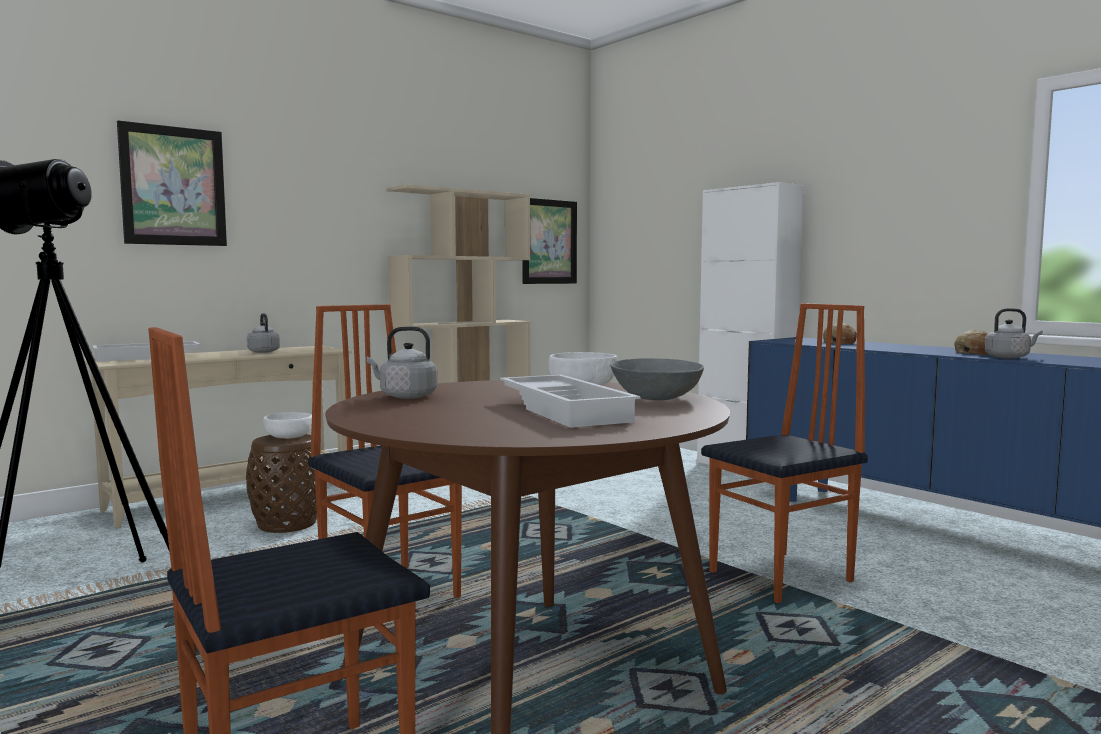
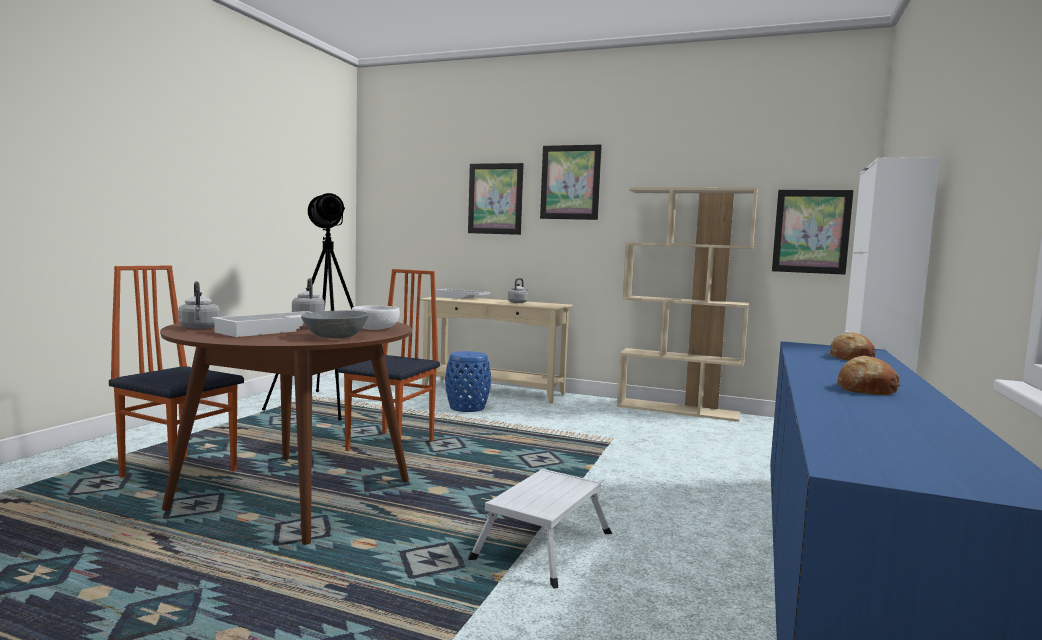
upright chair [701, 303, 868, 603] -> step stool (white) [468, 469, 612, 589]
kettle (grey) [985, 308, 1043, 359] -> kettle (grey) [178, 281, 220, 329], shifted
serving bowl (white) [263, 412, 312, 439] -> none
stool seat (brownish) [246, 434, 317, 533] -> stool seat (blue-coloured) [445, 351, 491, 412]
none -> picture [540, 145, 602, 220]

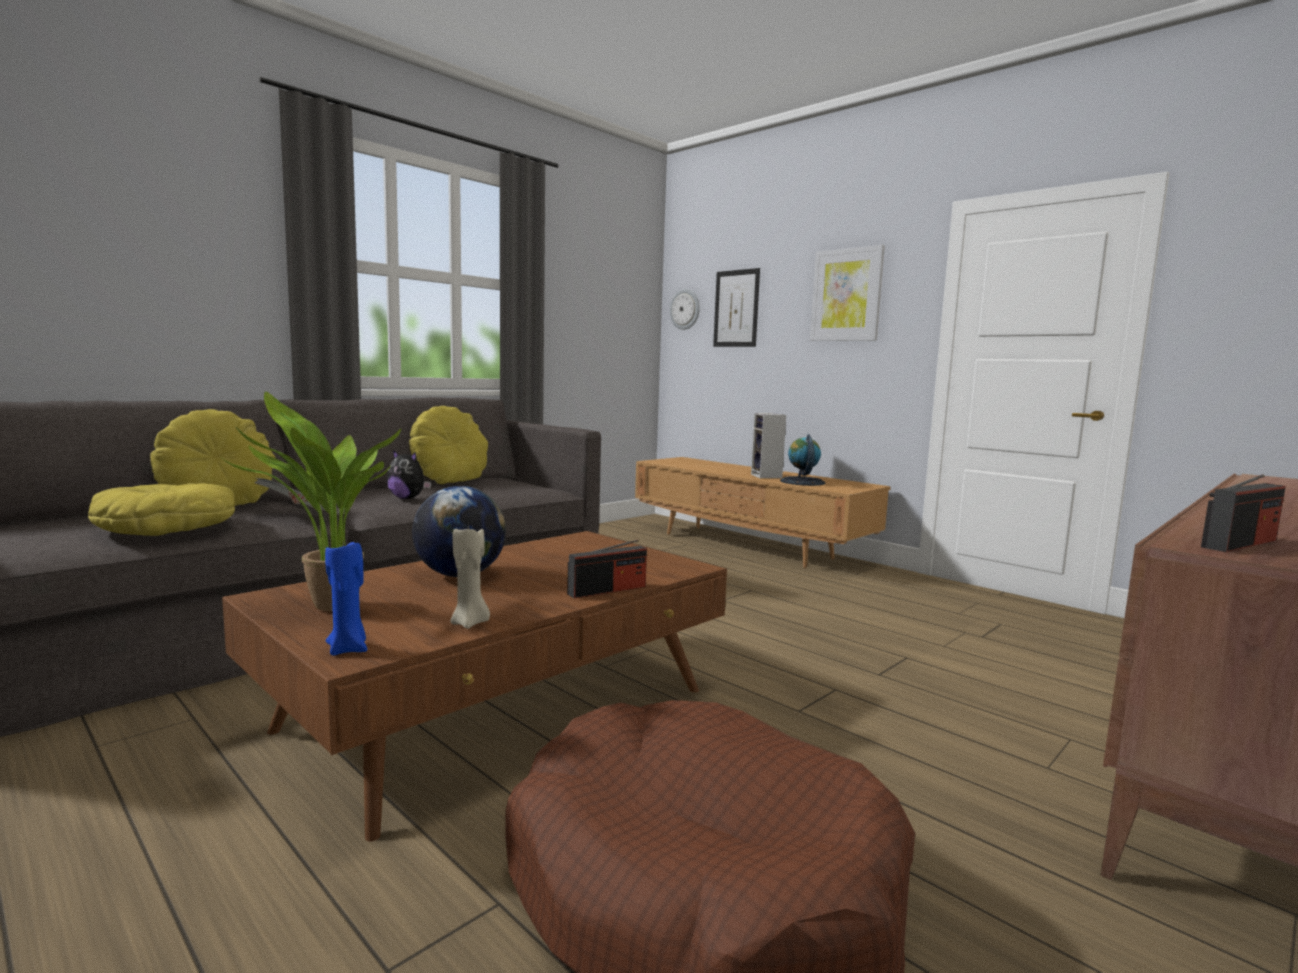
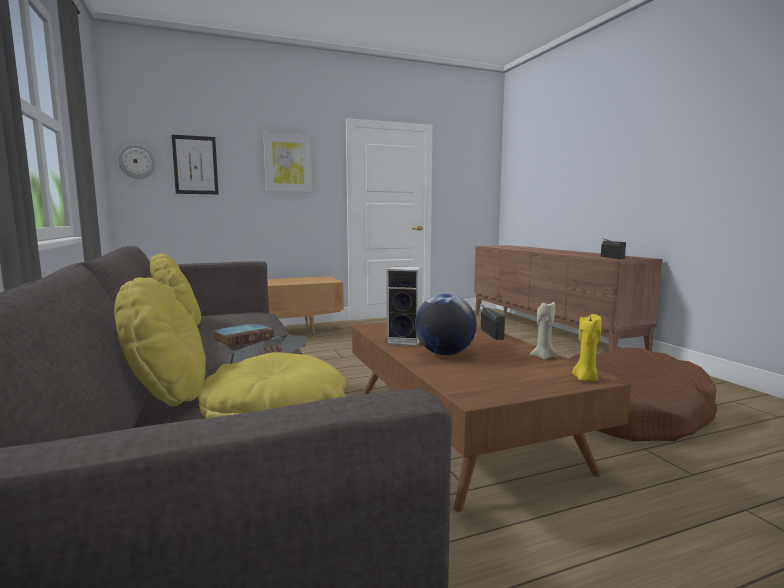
plant in a pot [223, 392, 401, 611] -> none
speaker [751, 413, 786, 478] -> speaker [387, 266, 422, 346], shifted
desk globe [780, 434, 825, 486] -> none
soft toy [387, 450, 431, 499] -> volume [213, 323, 274, 347]
wax light (blue-coloured) [325, 540, 367, 655] -> wax light (yellow) [572, 314, 601, 382]

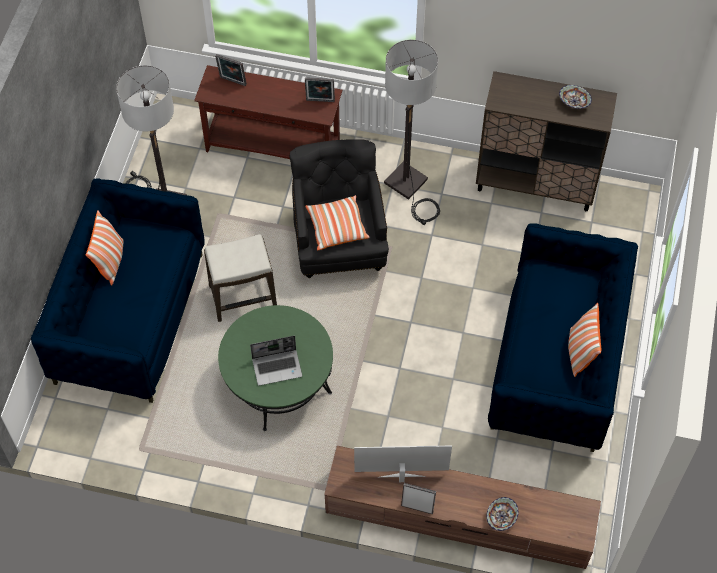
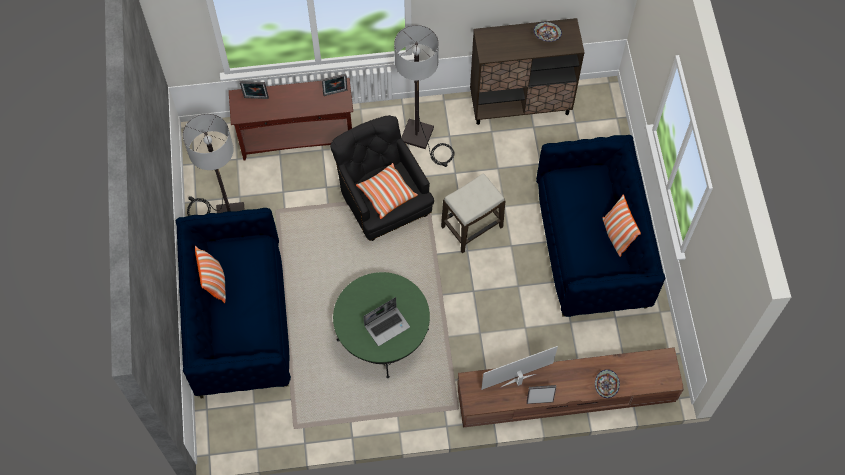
stool seat [204, 234, 277, 322] -> stool seat [441, 173, 505, 253], shifted

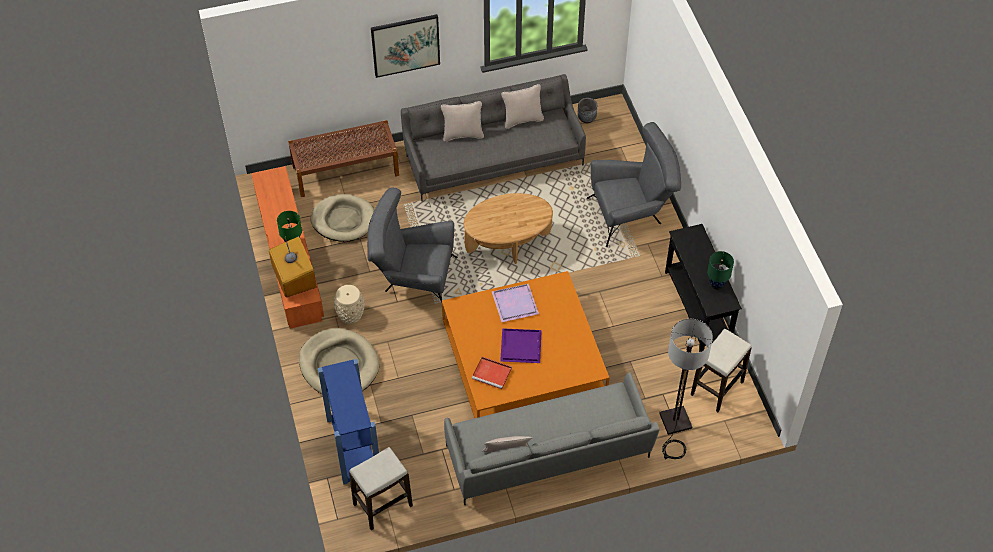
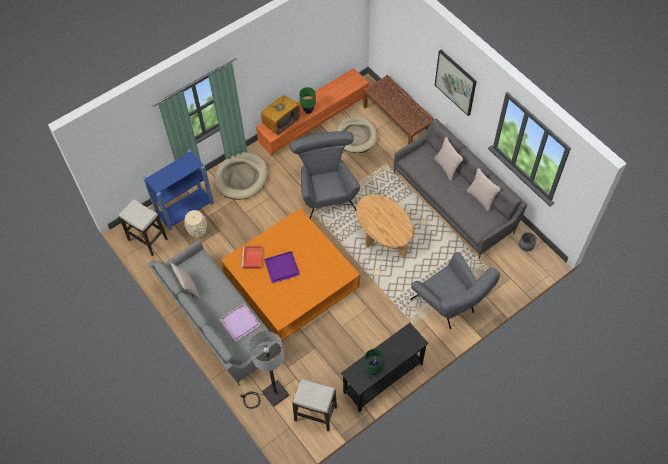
carrying tray (purple-coloured) [492, 283, 539, 322] -> carrying tray (purple-coloured) [219, 303, 261, 342], shifted
stool seat (sand-coloured) [334, 285, 364, 324] -> stool seat (sand-coloured) [184, 210, 207, 238], shifted

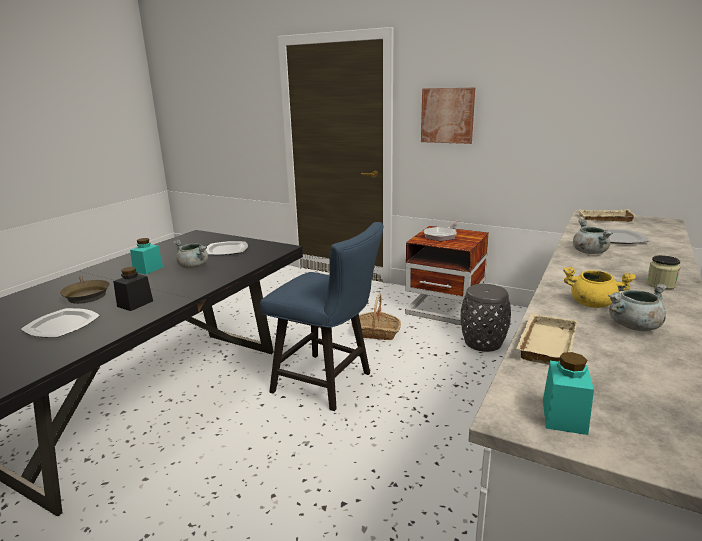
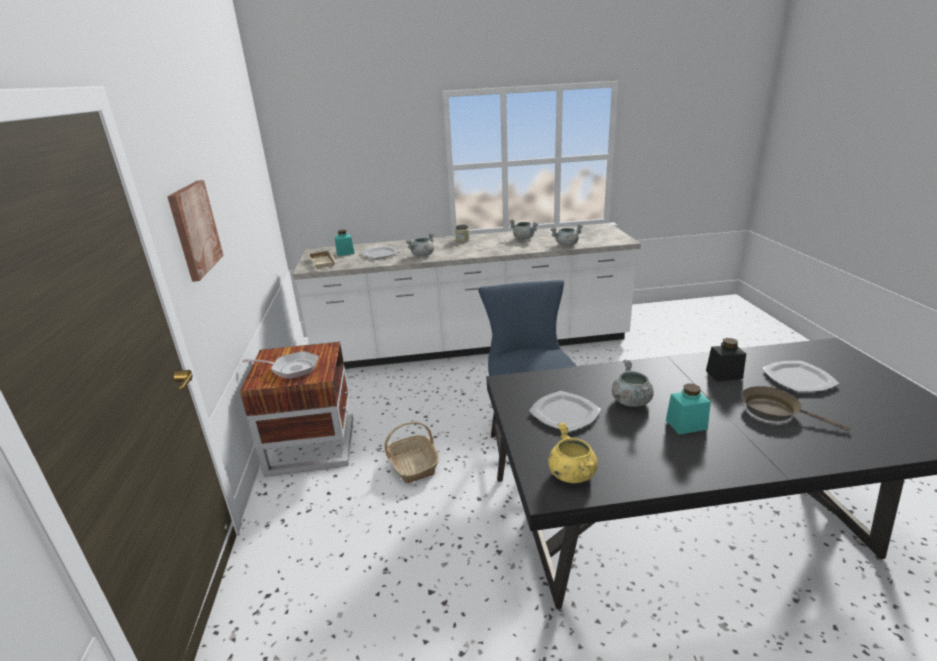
stockpot (yellow) [563, 267, 636, 308] -> stockpot (yellow) [548, 423, 598, 483], shifted
pan (brownish) [60, 276, 110, 304] -> pan (brownish) [741, 386, 850, 431], 75 degrees counterclockwise
stool seat (grey) [460, 284, 511, 352] -> none
carrying tray (sand-coloured) [516, 314, 577, 365] -> stockpot (grey) [551, 224, 583, 246]
preserve jar (turquoise) [543, 352, 594, 435] -> preserve jar (turquoise) [335, 230, 355, 256], shifted

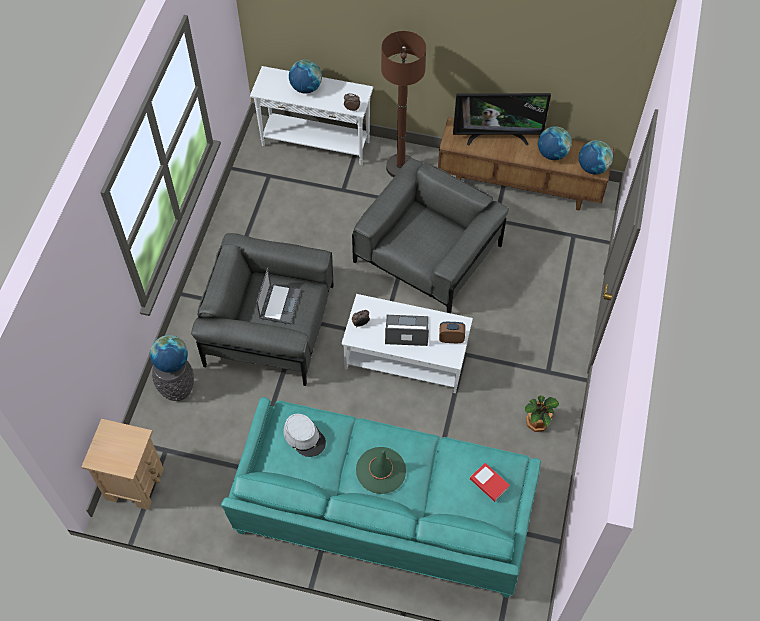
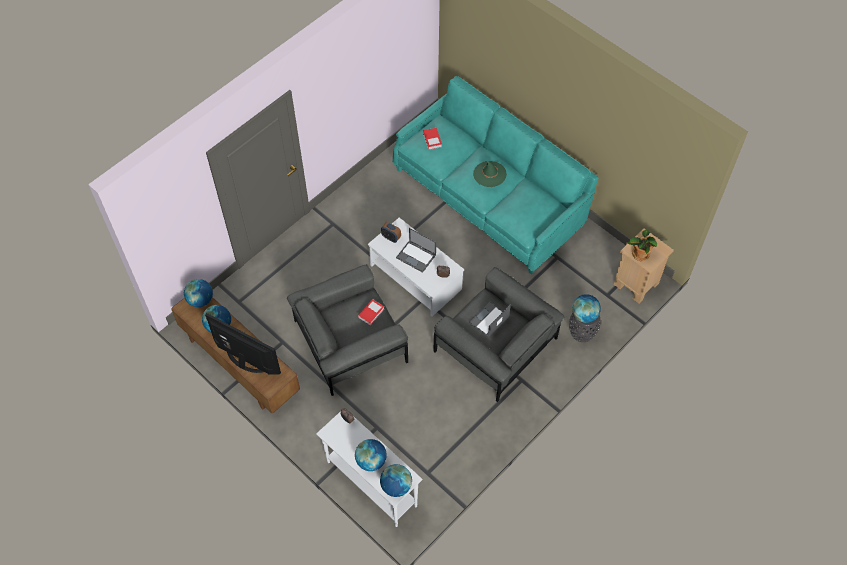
floor lamp (brownish) [381, 31, 426, 177] -> none
plant in a pot [525, 396, 559, 432] -> plant in a pot [627, 230, 657, 262], shifted
wearable hat (grey) [283, 414, 326, 457] -> none
none -> volume [358, 299, 384, 325]
none -> desk globe [380, 464, 412, 497]

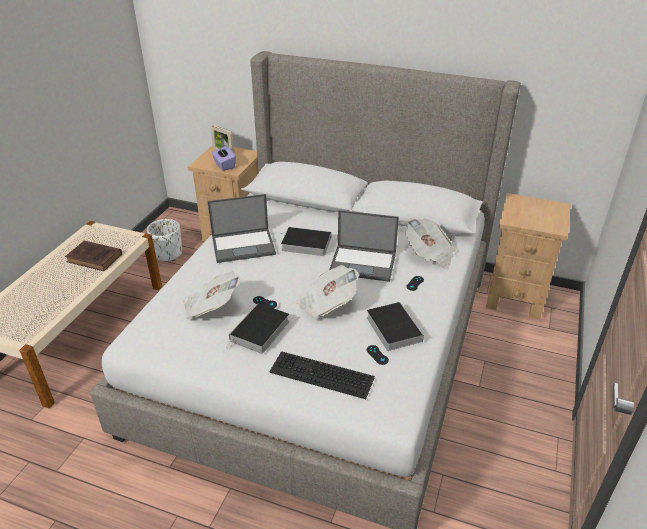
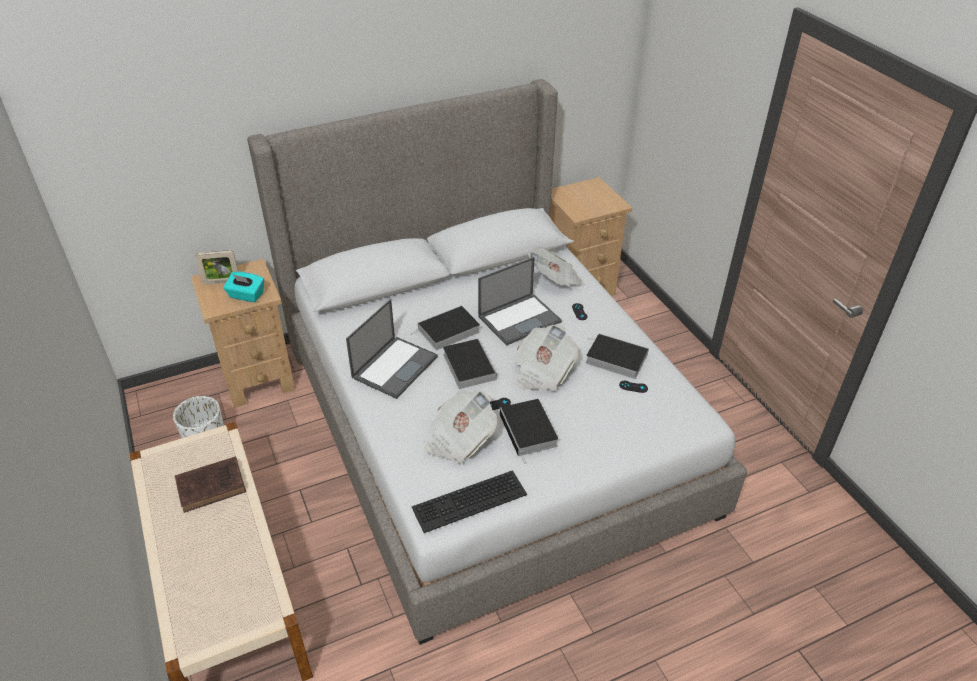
tissue holder (purple-coloured) [212, 145, 236, 171] -> tissue holder (turquoise) [223, 271, 264, 302]
PC keyboard [269, 351, 375, 399] -> PC keyboard [412, 470, 527, 533], shifted
none -> volume [443, 339, 496, 389]

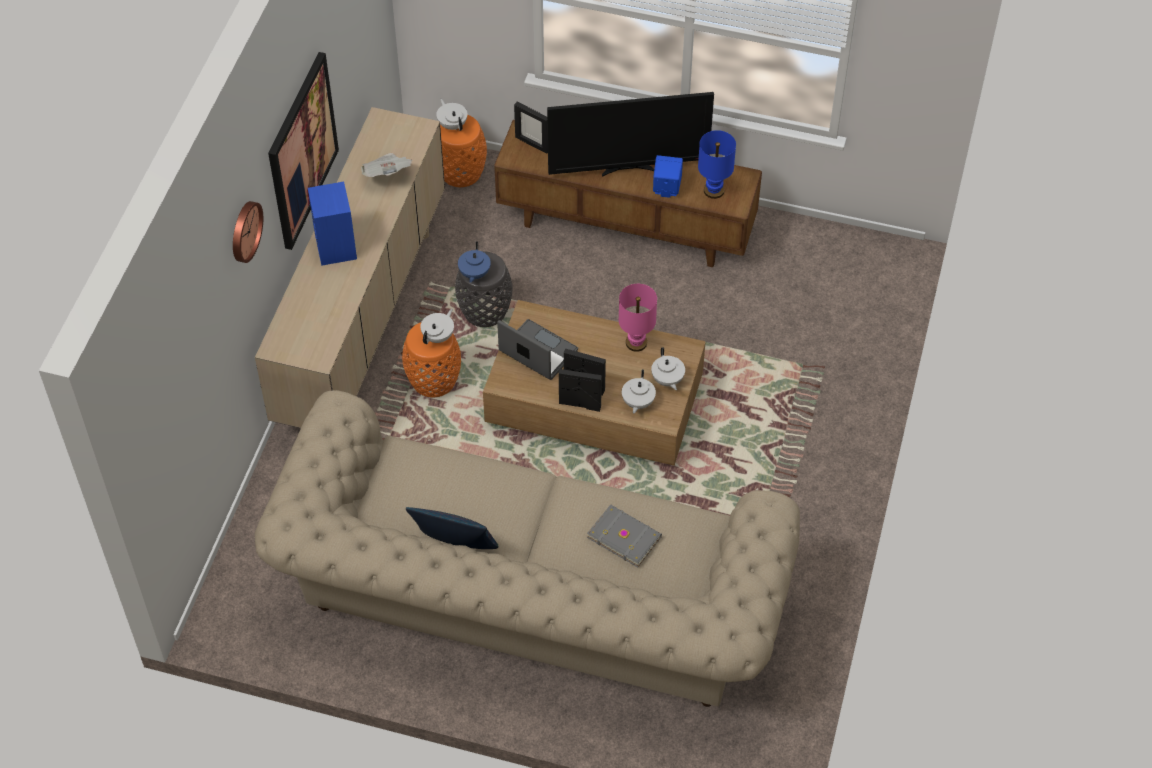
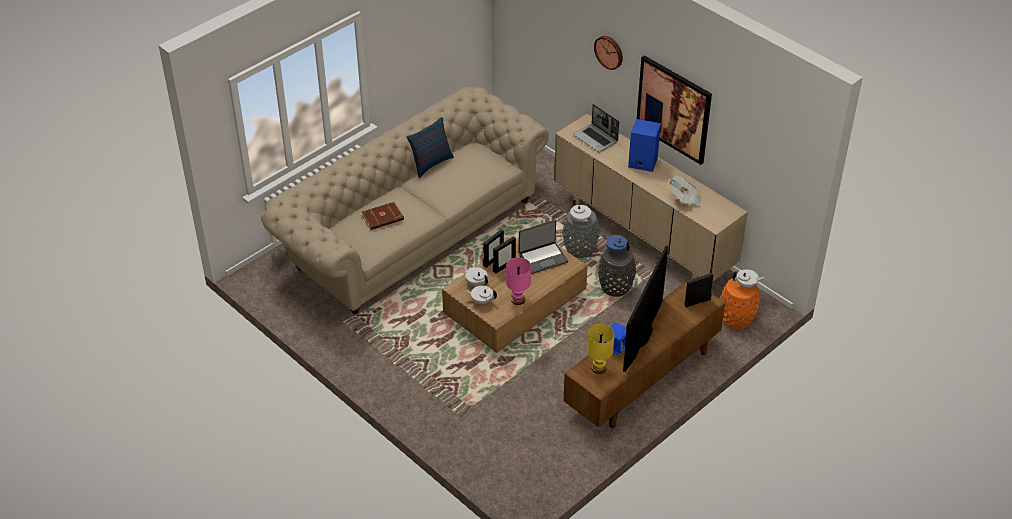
table lamp (blue-coloured) [698, 130, 736, 199] -> table lamp (yellow) [587, 324, 615, 374]
stool seat (orangey) [402, 322, 461, 397] -> stool seat (grey) [563, 210, 600, 258]
volume (grey) [587, 505, 662, 567] -> volume (brownish) [362, 202, 404, 230]
none -> portable computer [573, 104, 619, 152]

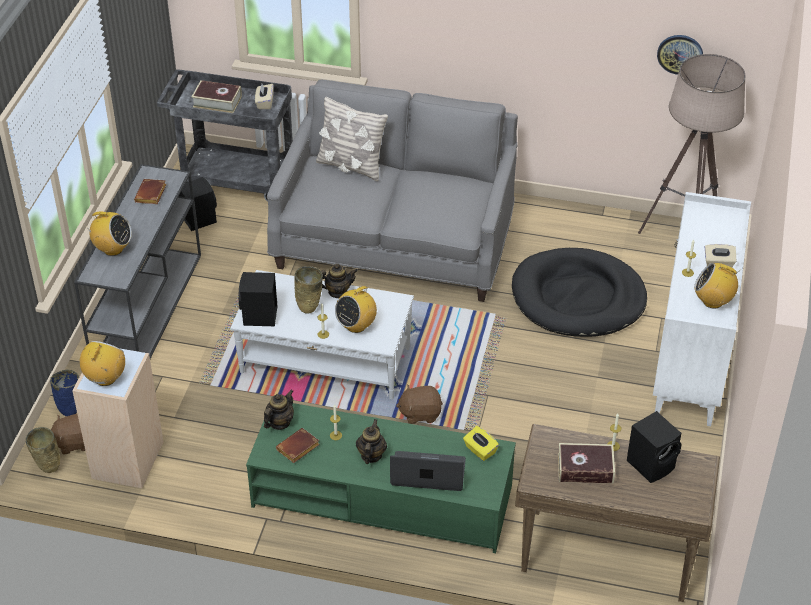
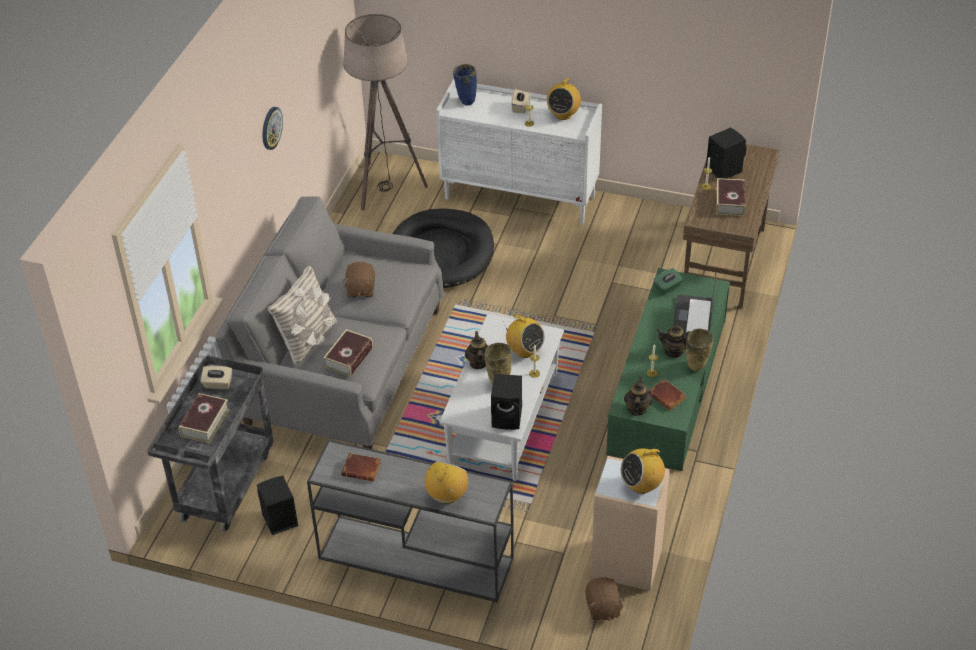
wall clock [657, 35, 703, 75] -> wall clock [263, 107, 283, 150], shifted
radio [80, 341, 125, 386] -> radio [621, 446, 665, 494], 45 degrees counterclockwise
decorative vase (blue-coloured) [50, 369, 79, 416] -> decorative vase (blue-coloured) [453, 64, 477, 105], shifted
soft toy (brownish) [396, 384, 443, 424] -> soft toy (brownish) [342, 262, 375, 298], shifted
tea pot [264, 390, 294, 430] -> tea pot [624, 377, 652, 416], 60 degrees clockwise
tissue holder (yellow) [463, 426, 499, 461] -> tissue holder (green-coloured) [653, 268, 683, 295]
decorative vase (sand-coloured) [25, 427, 60, 473] -> decorative vase (sand-coloured) [685, 329, 713, 371], shifted
none -> volume [324, 329, 373, 377]

